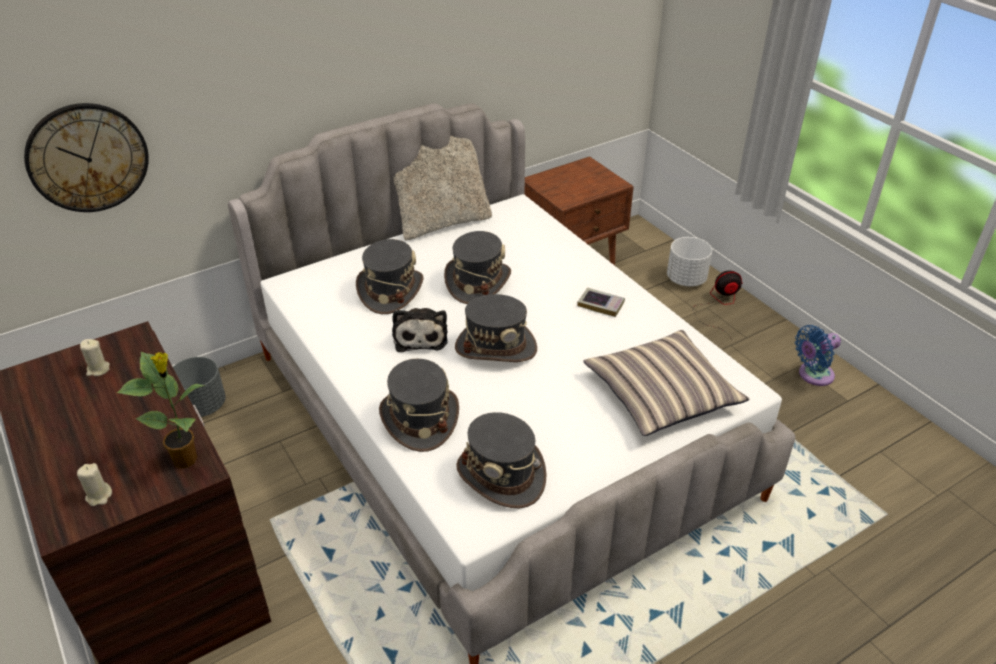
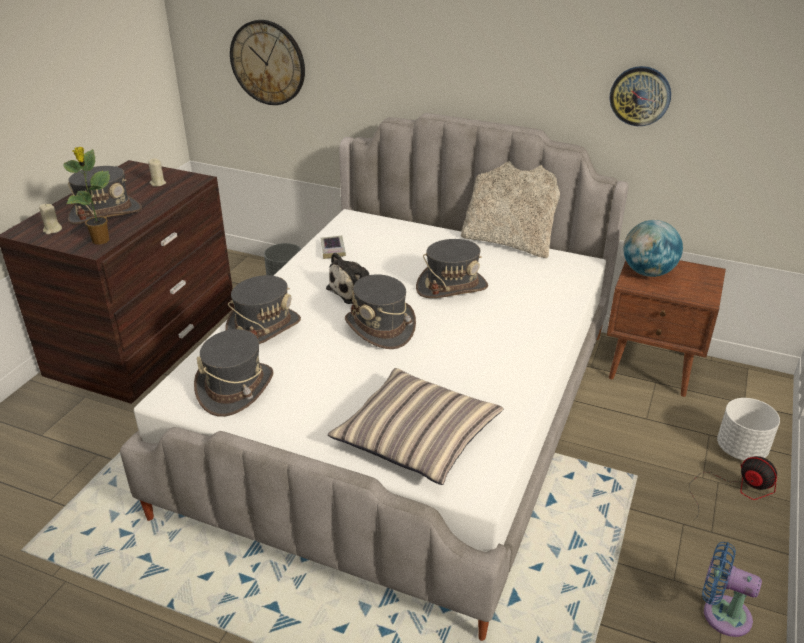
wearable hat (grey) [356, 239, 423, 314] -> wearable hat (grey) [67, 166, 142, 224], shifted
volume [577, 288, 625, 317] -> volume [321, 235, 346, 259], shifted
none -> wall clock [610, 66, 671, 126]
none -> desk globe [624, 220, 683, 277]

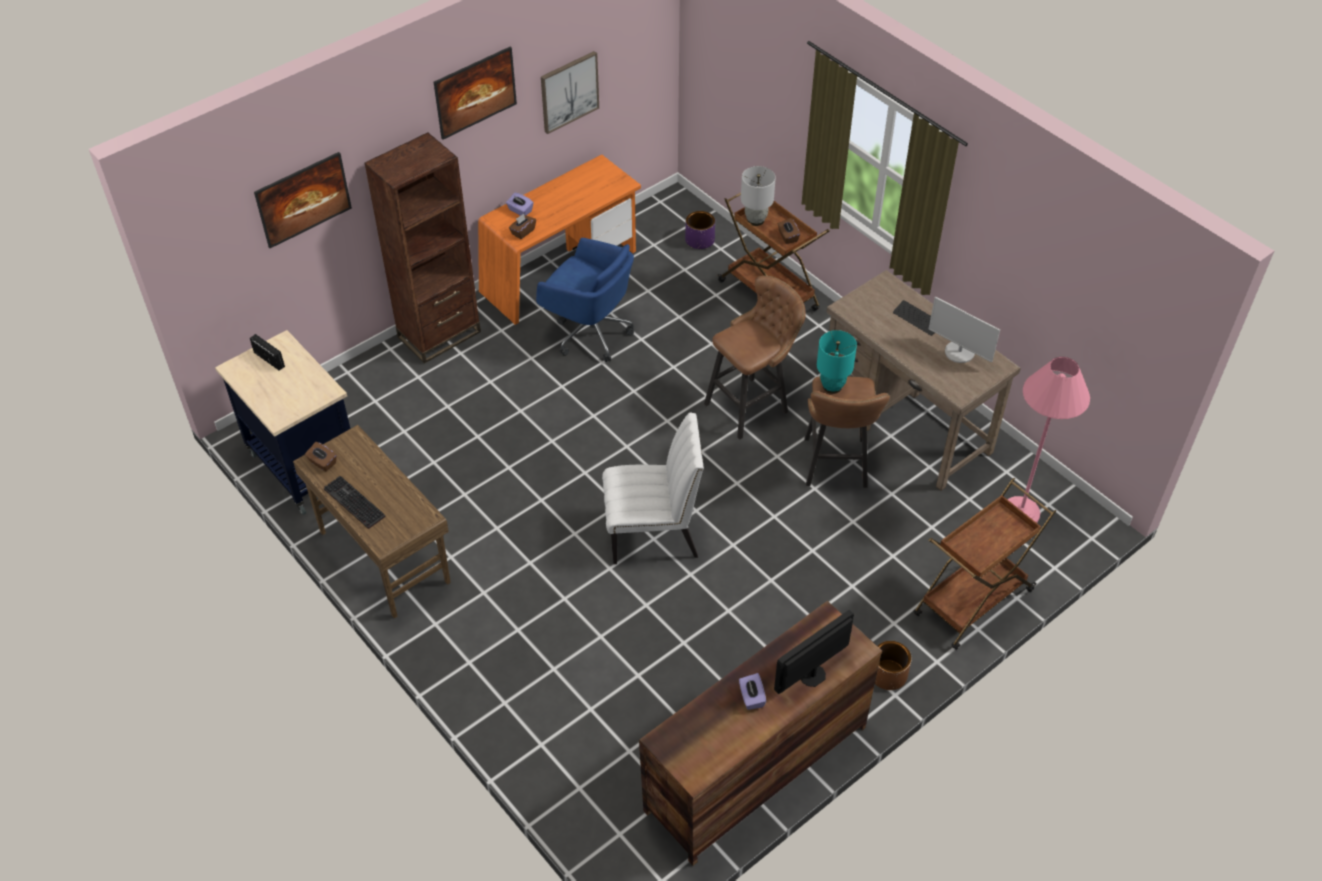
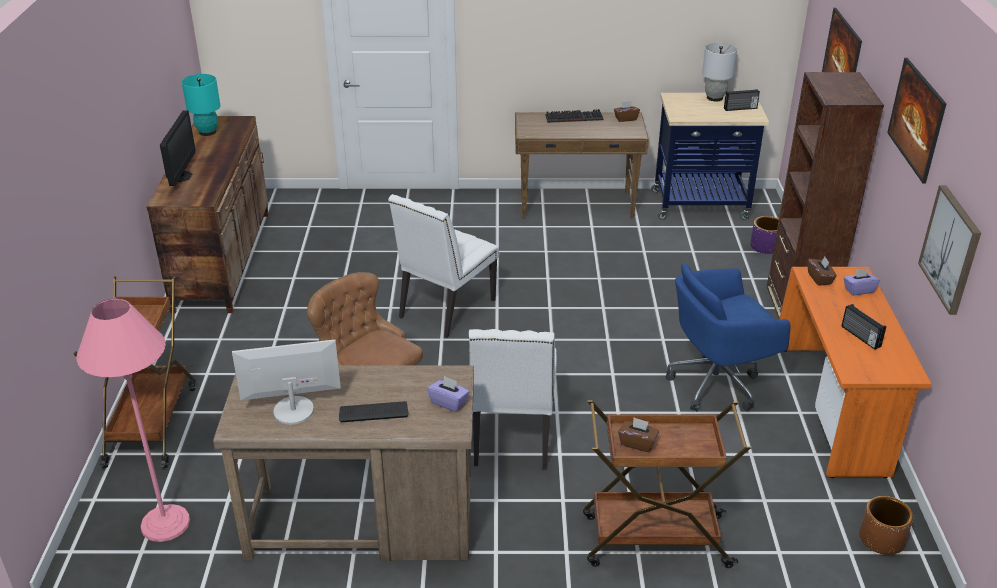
table lamp (white) [741, 166, 776, 226] -> table lamp (white) [702, 43, 737, 101], shifted
plant pot (purple-coloured) [685, 211, 715, 249] -> plant pot (purple-coloured) [750, 216, 779, 254], shifted
stool seat (brownish) [704, 276, 806, 439] -> upright chair (white) [469, 329, 557, 470]
table lamp (turquoise) [817, 330, 857, 394] -> table lamp (turquoise) [182, 74, 220, 136], shifted
plant pot (brownish) [875, 641, 912, 690] -> plant pot (brownish) [859, 496, 913, 555], shifted
tissue holder (purple-coloured) [739, 673, 766, 710] -> tissue holder (purple-coloured) [427, 376, 469, 412], shifted
none -> radio [841, 304, 886, 350]

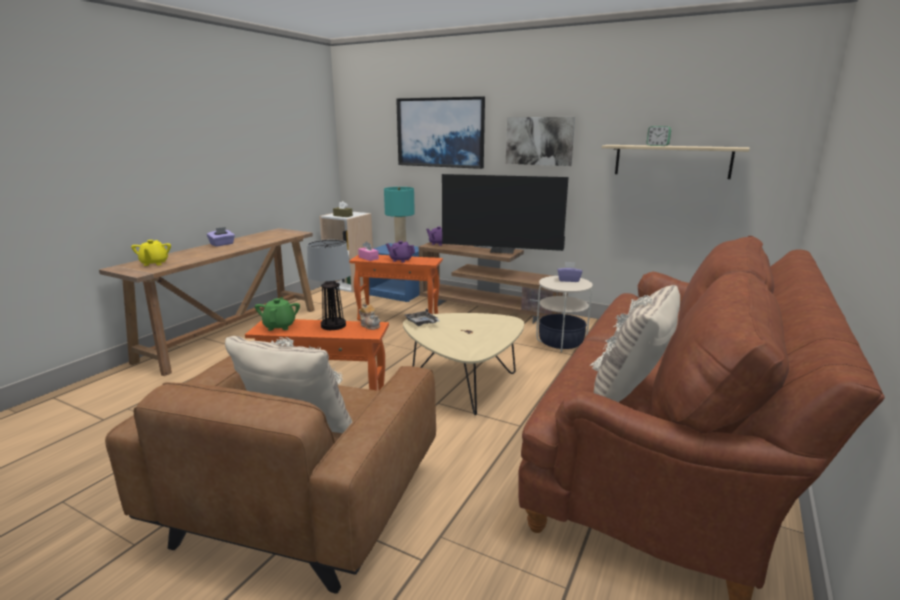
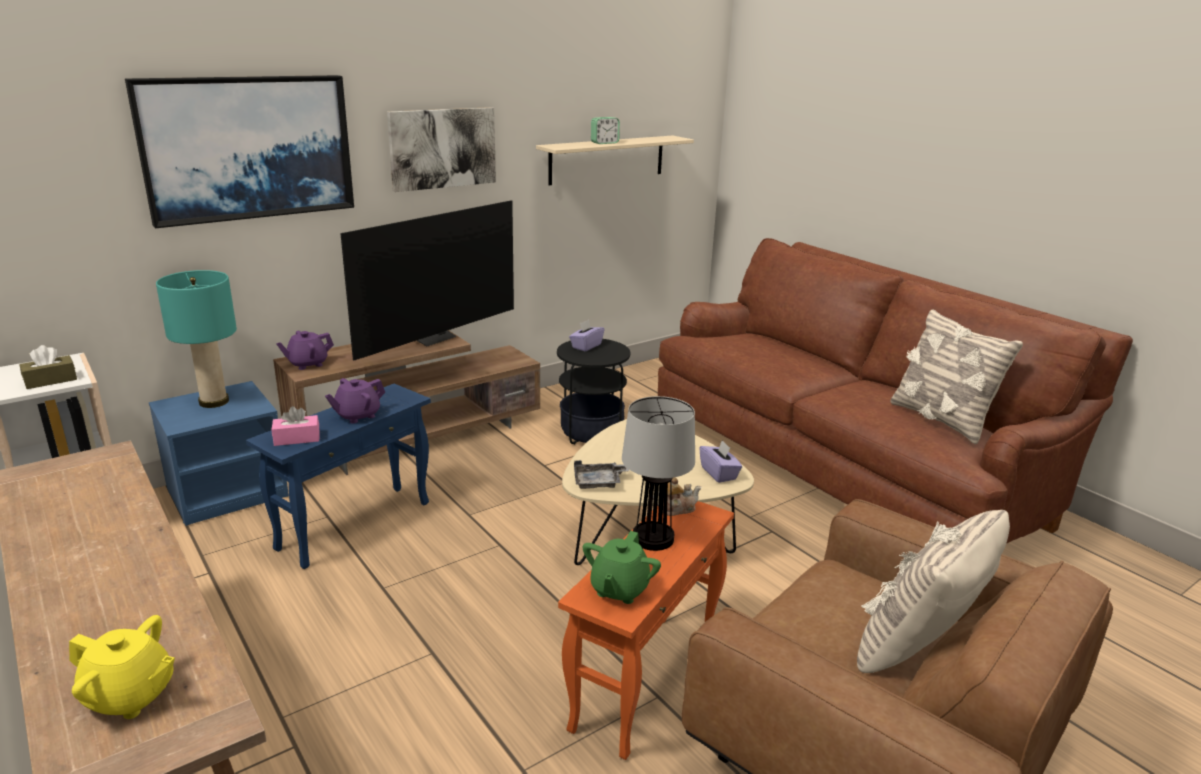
tissue holder (purple-coloured) [207, 227, 235, 247] -> tissue holder (purple-coloured) [699, 440, 742, 483], shifted
end table (orangey) [349, 255, 443, 321] -> end table (blue-coloured) [246, 384, 431, 569]
end table (sand-coloured) [536, 276, 593, 352] -> end table (blackish) [557, 339, 631, 445]
tea pot (green-coloured) [255, 297, 300, 331] -> tea pot (green-coloured) [583, 531, 661, 604], 90 degrees counterclockwise

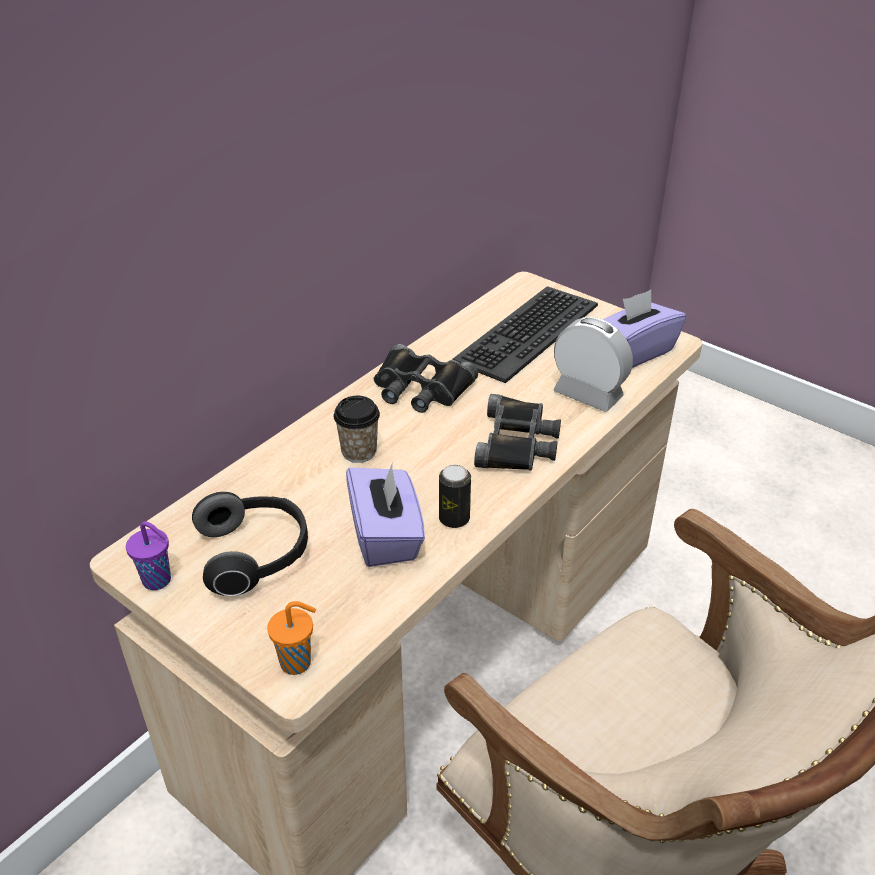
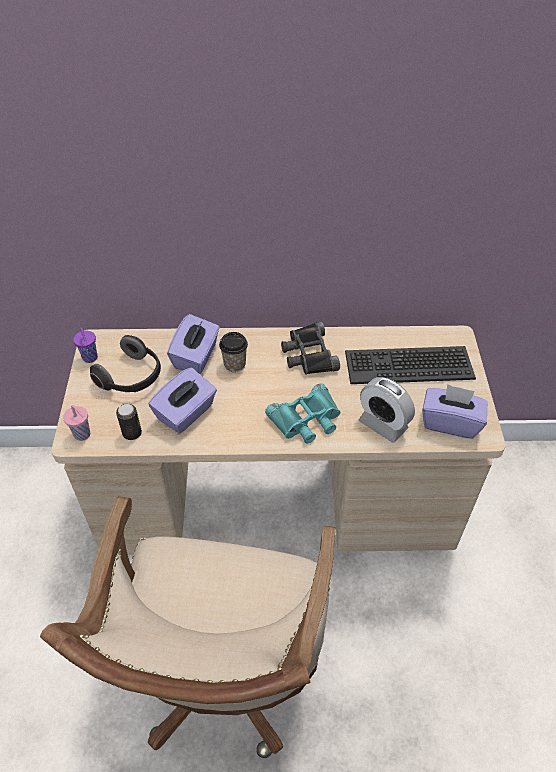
table clock [553, 317, 633, 412] -> table clock [359, 377, 415, 443], 135 degrees clockwise
pair of binoculars (blackish) [474, 394, 561, 471] -> pair of binoculars (turquoise) [265, 383, 340, 443]
metal can [439, 464, 471, 528] -> metal can [116, 404, 142, 440], shifted
cup (orangey) [267, 601, 316, 675] -> cup (pinkish) [63, 405, 90, 441]
none -> tissue holder (purple-coloured) [167, 314, 220, 374]

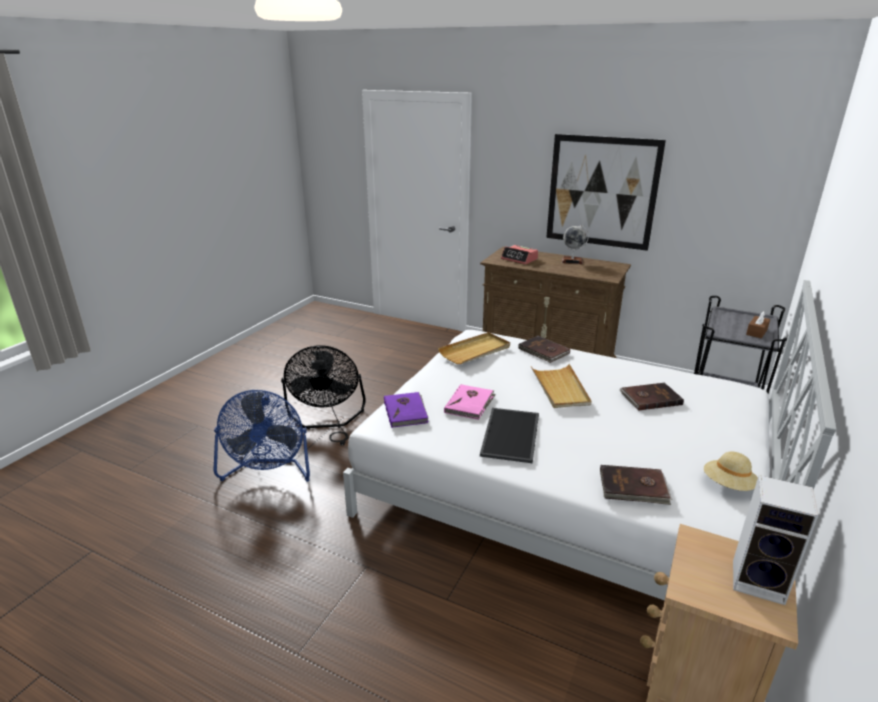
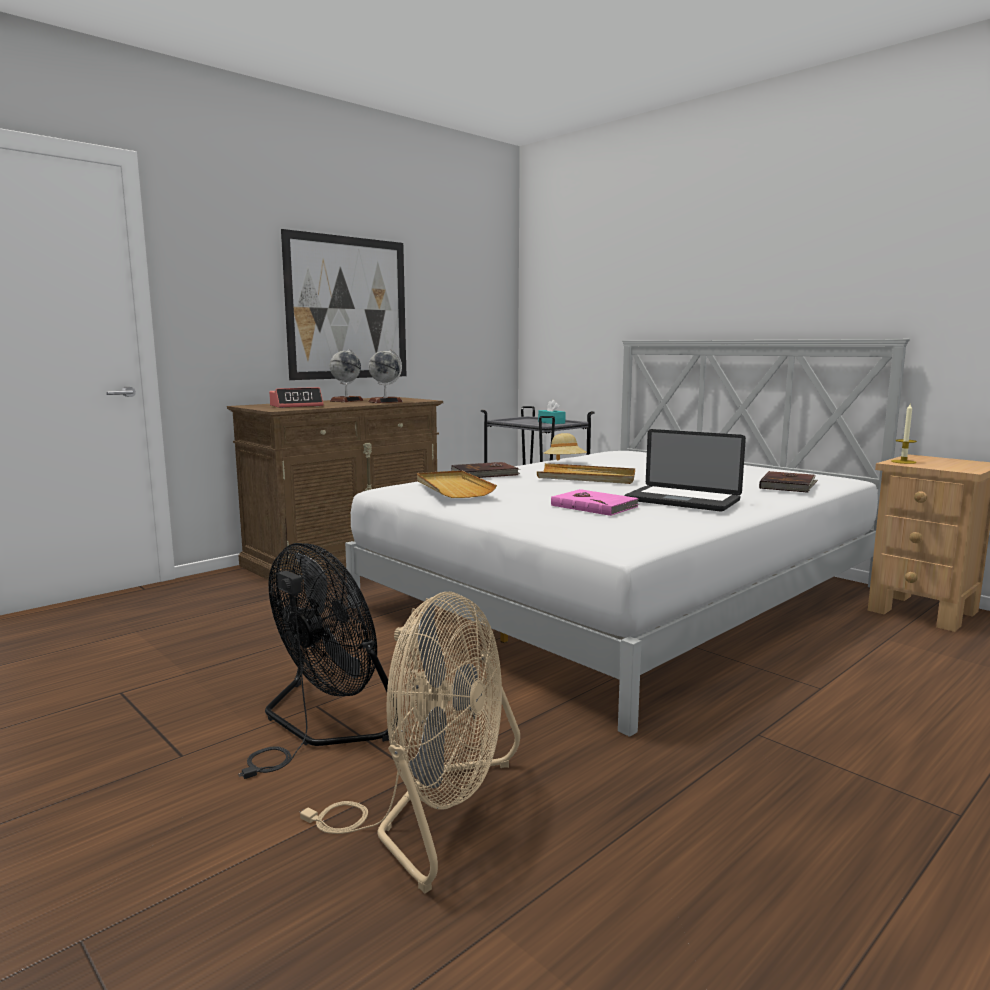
tissue holder (brownish) [746, 311, 770, 338] -> tissue holder (turquoise) [538, 400, 566, 424]
electric fan (blackish) [281, 345, 366, 445] -> electric fan (blackish) [238, 543, 398, 779], 120 degrees clockwise
volume (brownish) [620, 383, 684, 411] -> none
electric fan (blue-coloured) [213, 390, 310, 482] -> electric fan (sand-coloured) [300, 592, 520, 894]
volume (purple-coloured) [384, 392, 429, 428] -> none
carrying tray [480, 408, 539, 463] -> portable computer [625, 429, 746, 511]
wearable hat (sand-coloured) [704, 451, 758, 491] -> wearable hat (sand-coloured) [544, 433, 587, 461], shifted
speaker [733, 475, 818, 605] -> none
none -> desk globe [369, 349, 403, 403]
none -> wax light [891, 402, 917, 464]

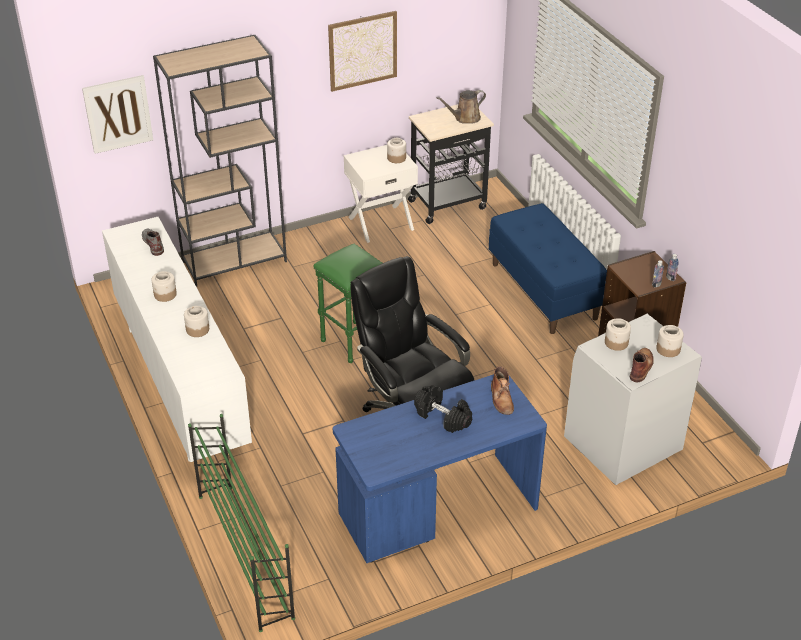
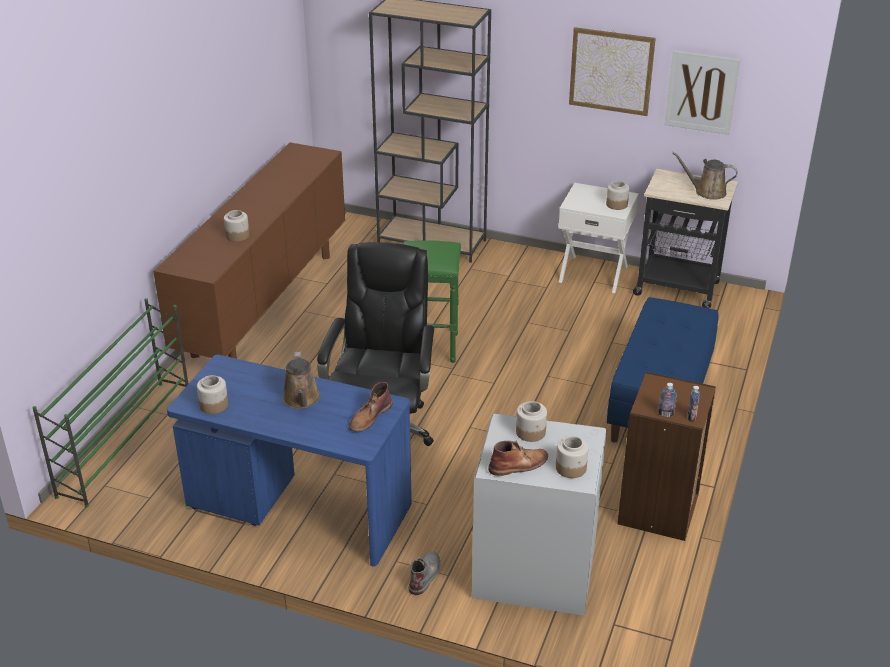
picture [82, 75, 153, 154] -> picture [665, 50, 740, 135], shifted
cupboard (white) [102, 217, 252, 462] -> cupboard (brownish) [153, 142, 345, 359]
tall boot (grey) [142, 229, 164, 256] -> tall boot (grey) [409, 551, 440, 595], shifted
preserve jar [152, 271, 177, 302] -> preserve jar [197, 375, 228, 414], shifted
free weight (blackish) [414, 385, 472, 433] -> watering can (brownish) [283, 351, 321, 409]

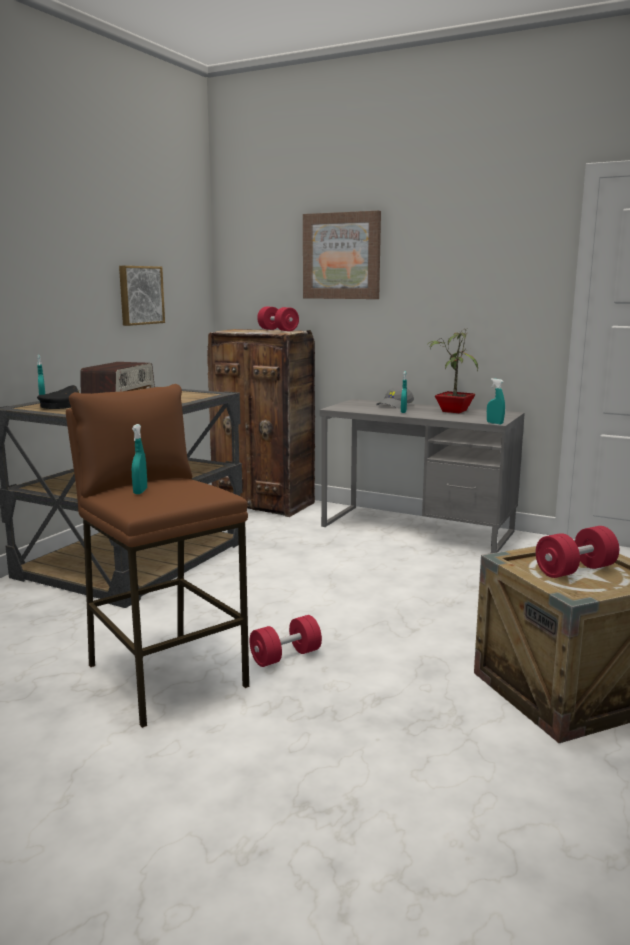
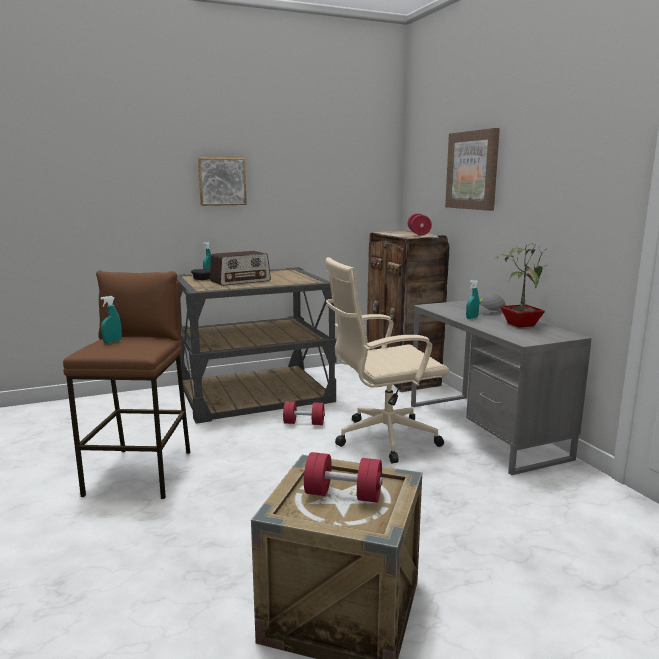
picture [119, 266, 165, 326] -> picture [198, 158, 247, 206], shifted
spray bottle (turquoise) [487, 378, 505, 424] -> none
free weight (red-coloured) [250, 615, 322, 667] -> free weight (red-coloured) [283, 401, 325, 425], shifted
none -> computer chair (sand-coloured) [326, 257, 449, 463]

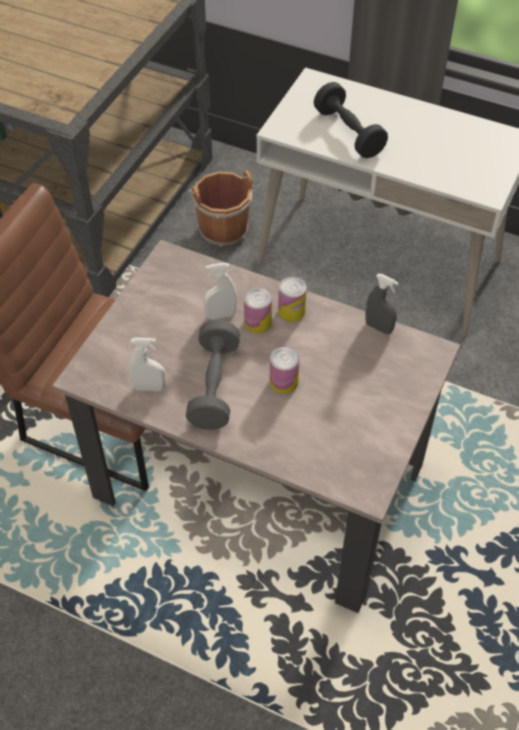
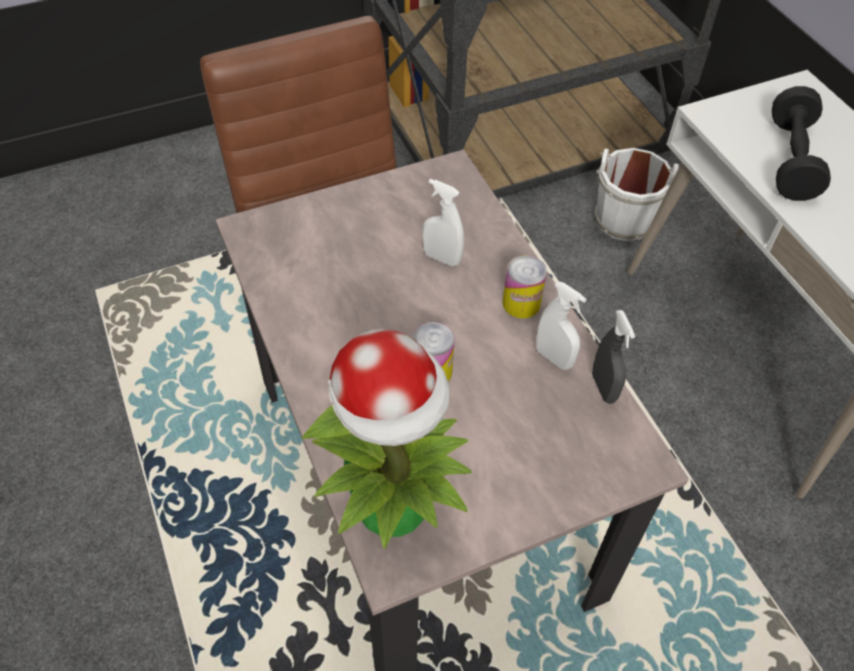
pail (brownish) [188, 171, 252, 247] -> pail (white) [595, 148, 679, 241]
metal can [244, 288, 272, 333] -> none
free weight (grey) [186, 320, 240, 430] -> none
spray bottle (white) [129, 337, 166, 391] -> spray bottle (white) [536, 282, 587, 370], shifted
none -> plant in a pot [302, 329, 472, 549]

